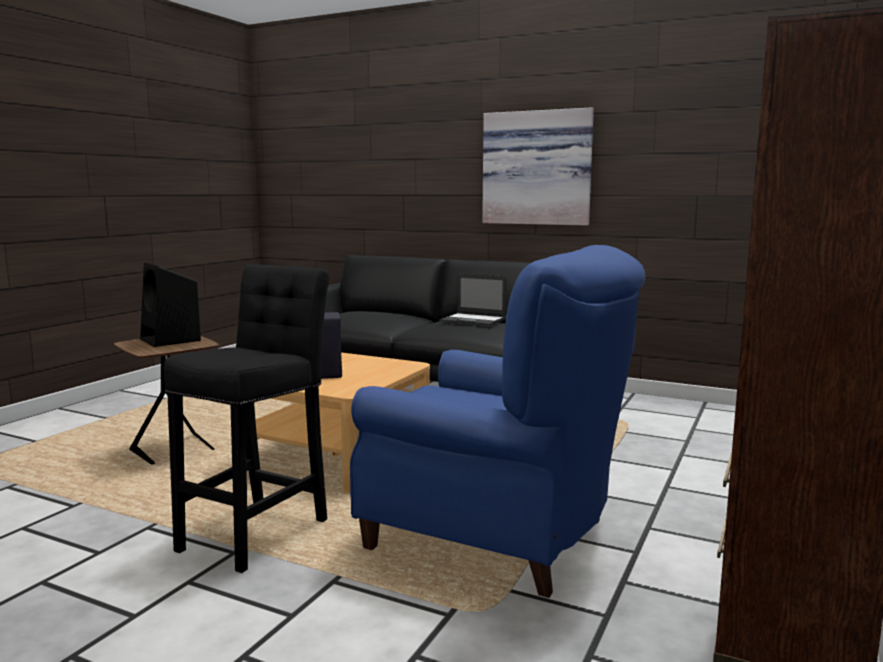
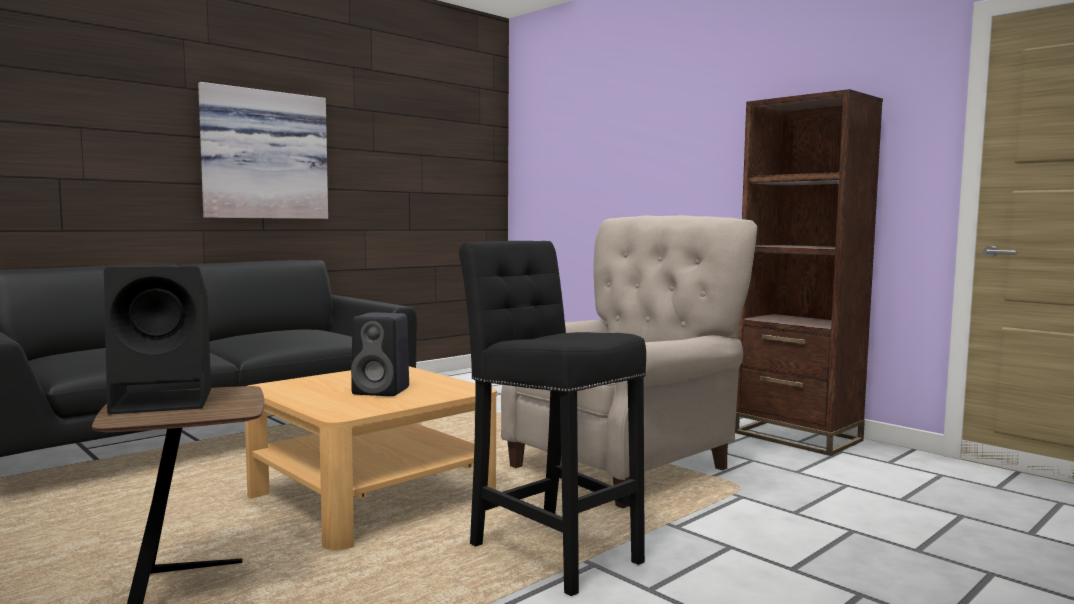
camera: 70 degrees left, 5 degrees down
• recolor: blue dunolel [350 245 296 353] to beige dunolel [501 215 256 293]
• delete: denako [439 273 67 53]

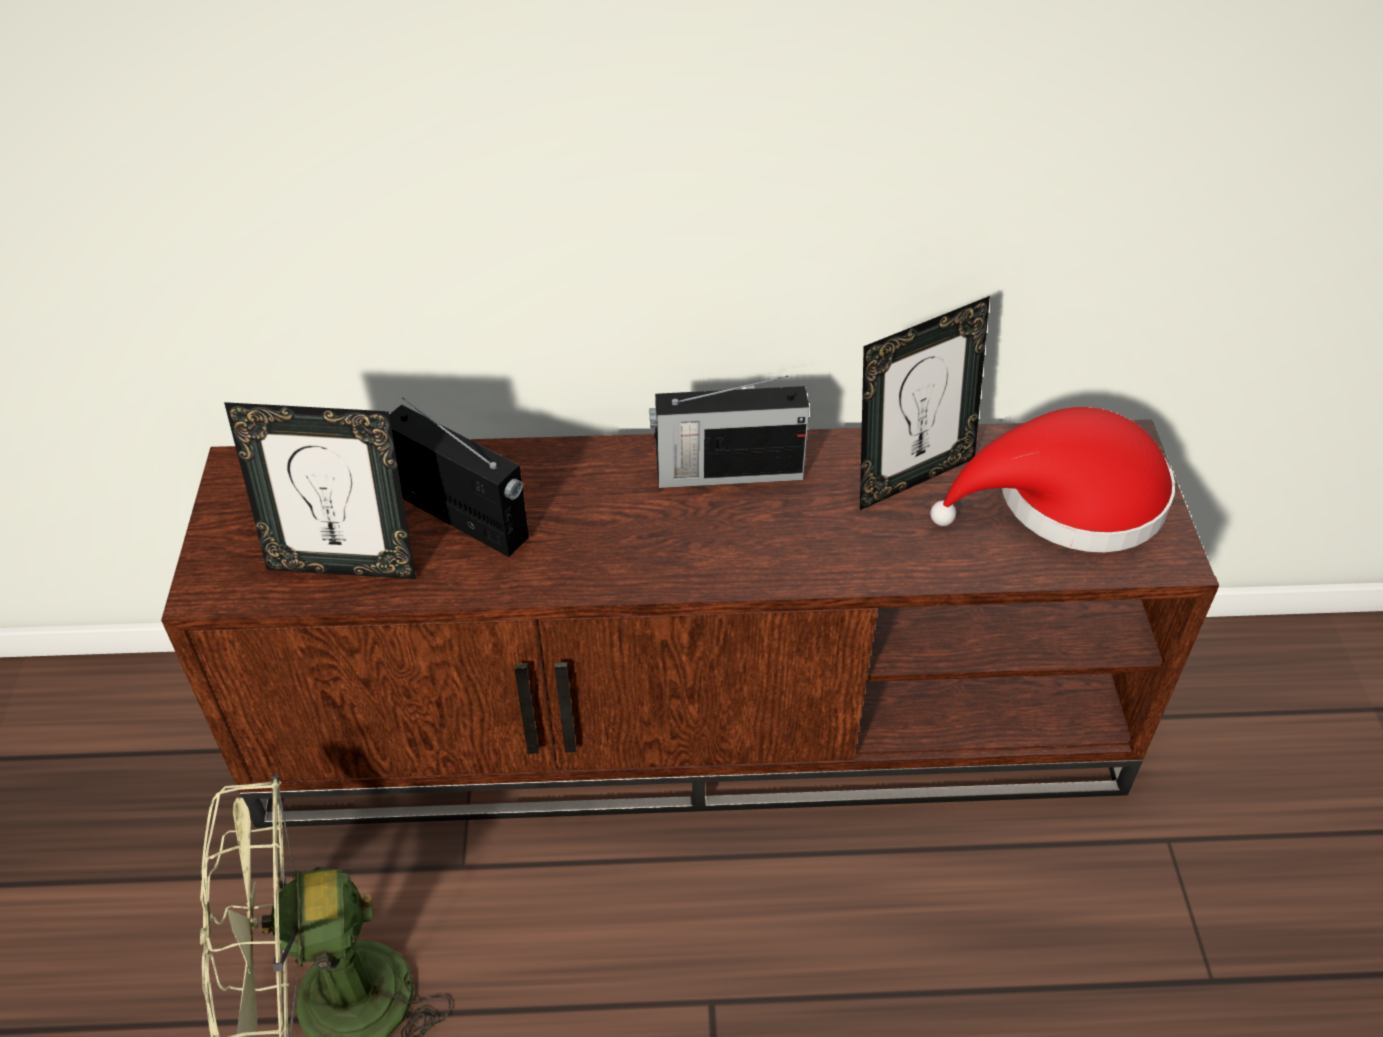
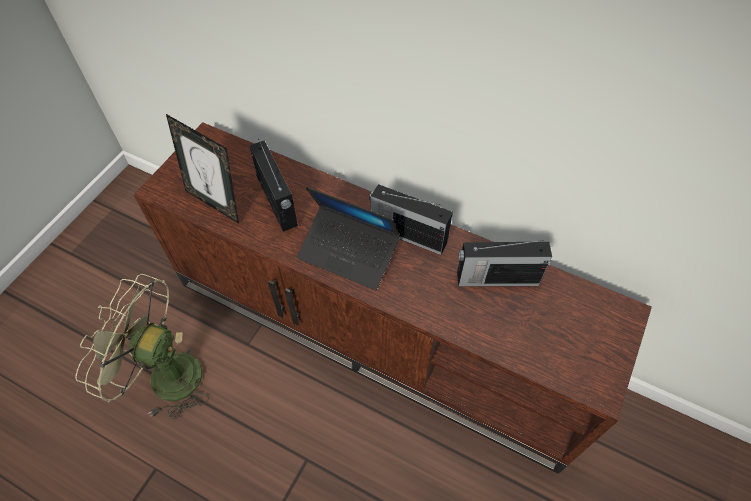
camera: 30 degrees right, 10 degrees up
• replace: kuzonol [860 296 130 214] to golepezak [457 240 95 47]
• delete: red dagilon [930 407 245 145]
• insert: denako [297 187 103 103]

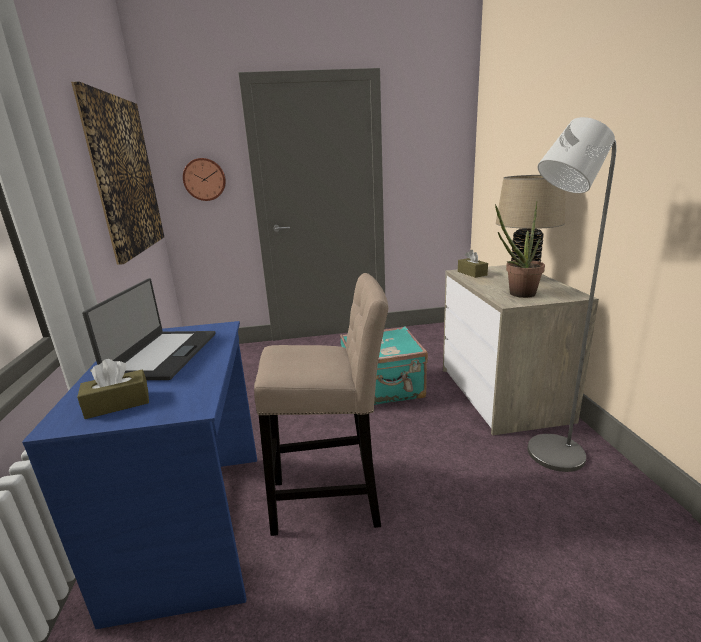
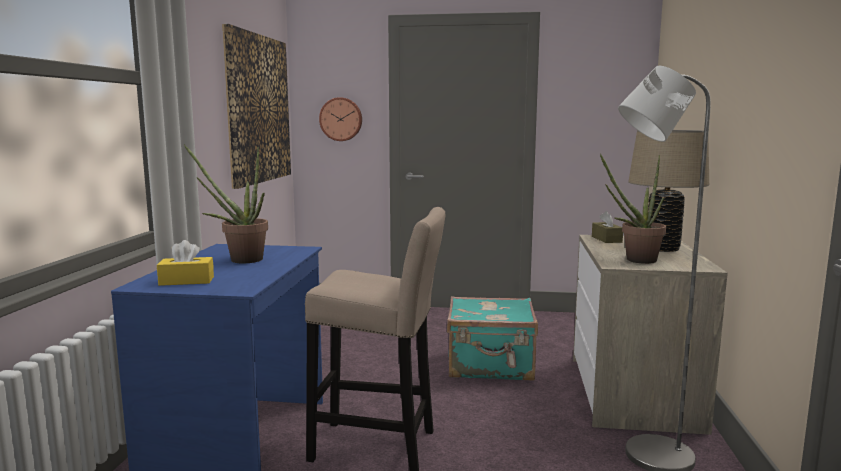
camera: 15 degrees right, 10 degrees down
• recolor: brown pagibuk [77 359 72 60] to yellow pagibuk [157 240 57 46]
• replace: denako [82 278 134 102] to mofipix [184 144 84 119]

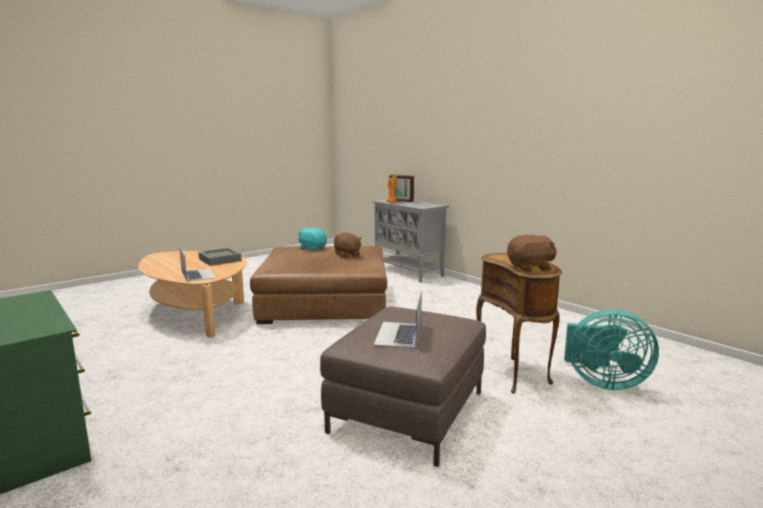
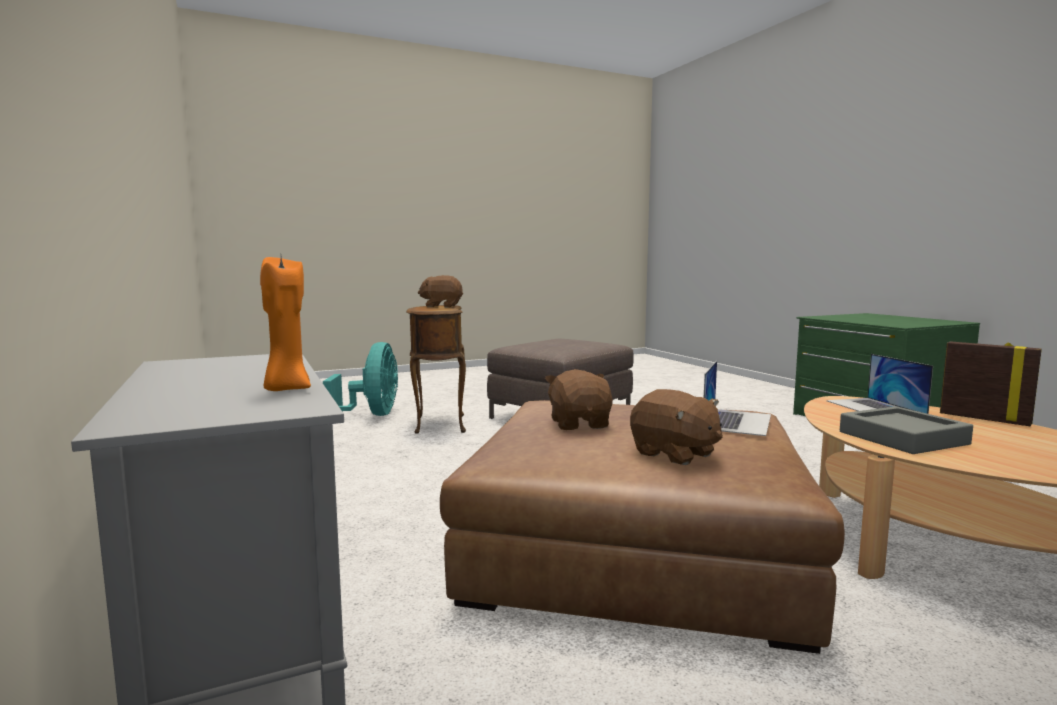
camera: 165 degrees left, 5 degrees down
• recolor: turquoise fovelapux [298 228 29 23] to brown fovelapux [630 389 93 76]
• move: denako [374 290 48 58] to [704 361 67 75]
• move: kuzonol [389 175 25 27] to [940 341 102 85]
• rotate: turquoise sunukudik [564 310 95 80] = [323 342 75 74] 60 degrees clockwise

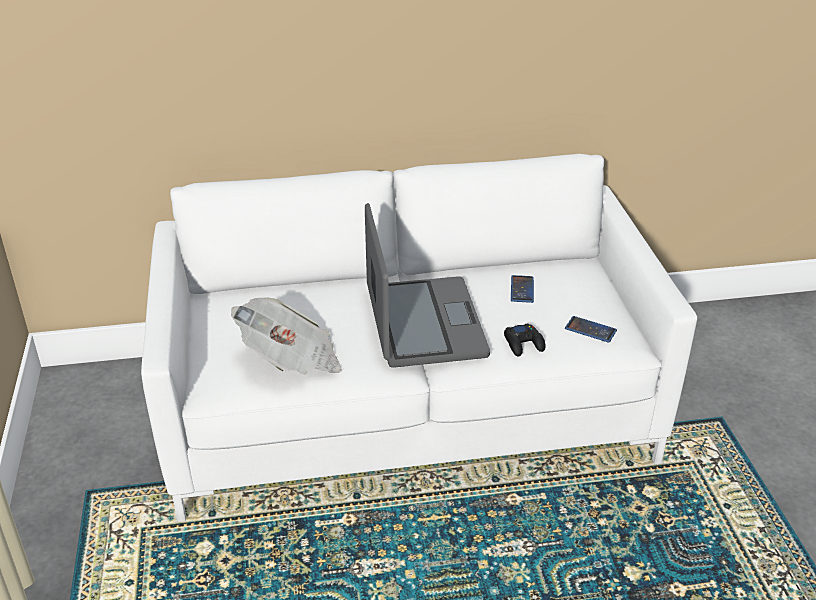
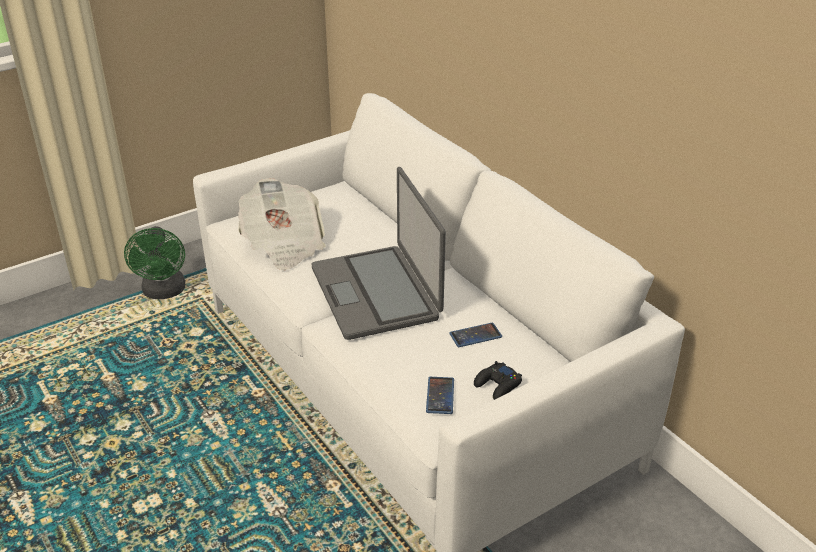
camera: 65 degrees right, 0 degrees up
• rotate: denako [365 203 125 165] = [312 167 134 173] 105 degrees clockwise
• move: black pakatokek [504 323 42 33] to [474 361 48 39]
• insert: green sunukudik [124 226 61 73]

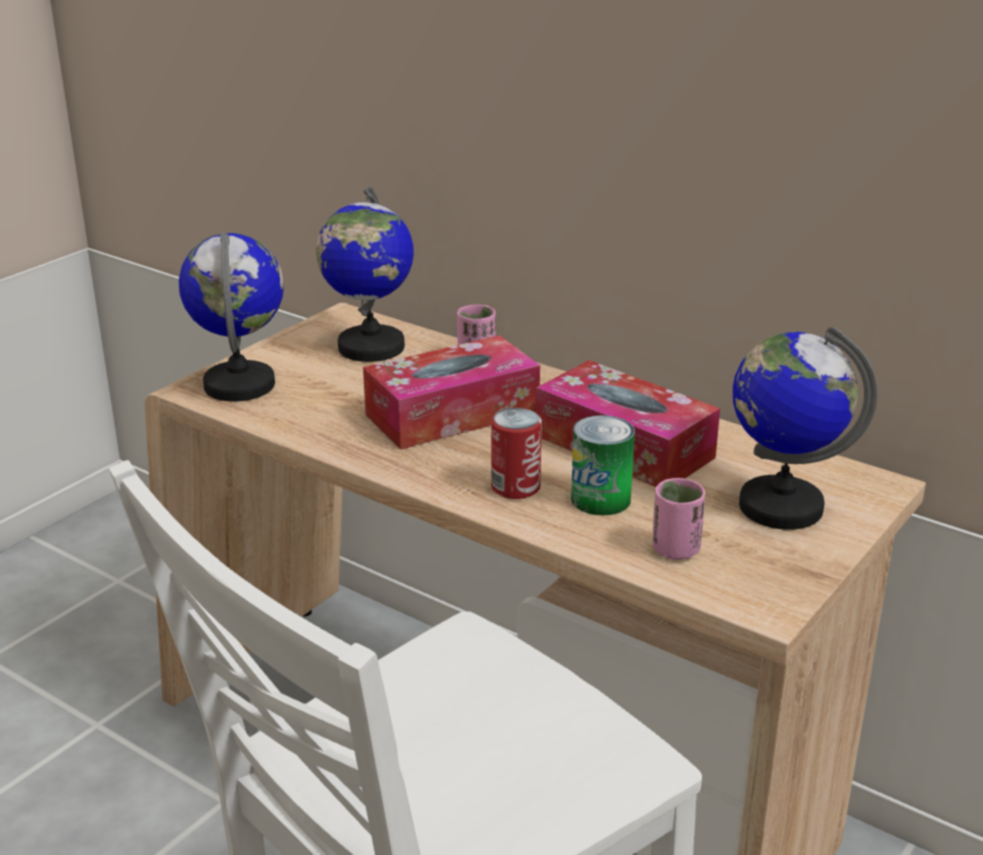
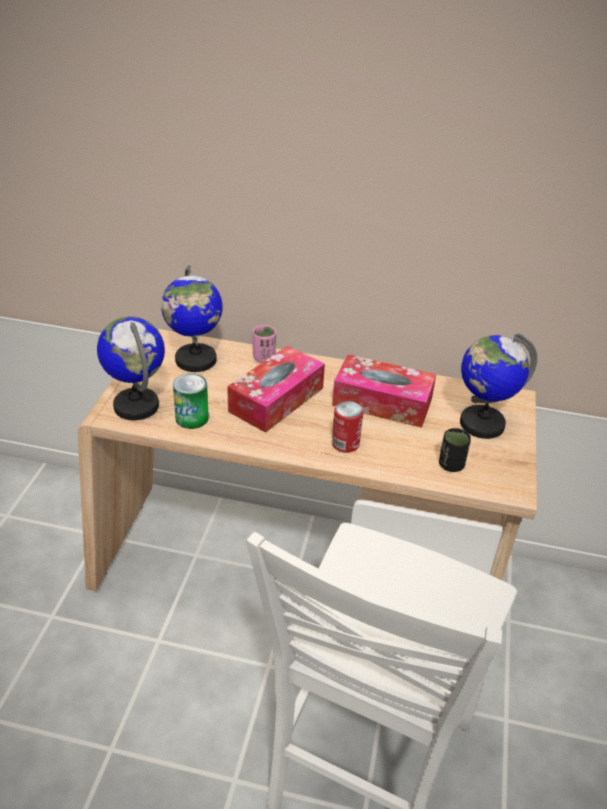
camera: 25 degrees left, 10 degrees up
• move: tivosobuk [571 415 64 100] to [173 373 36 56]
• recolor: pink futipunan [653 478 53 82] to black futipunan [439 428 32 44]

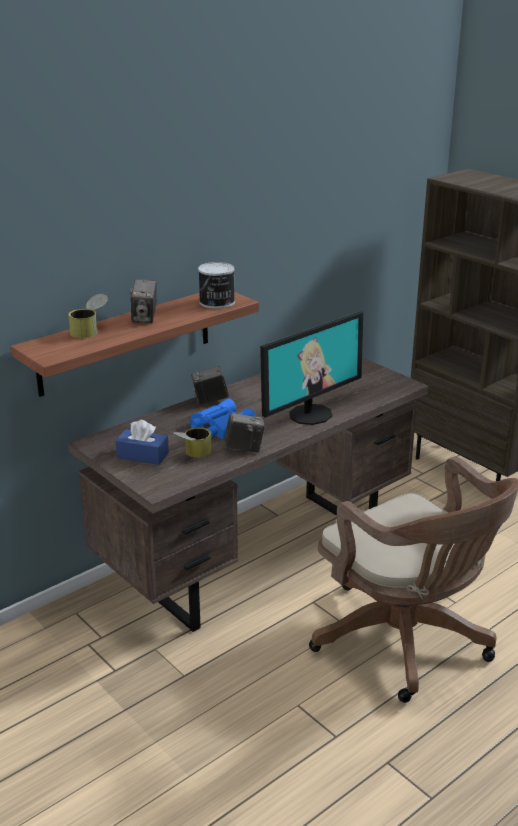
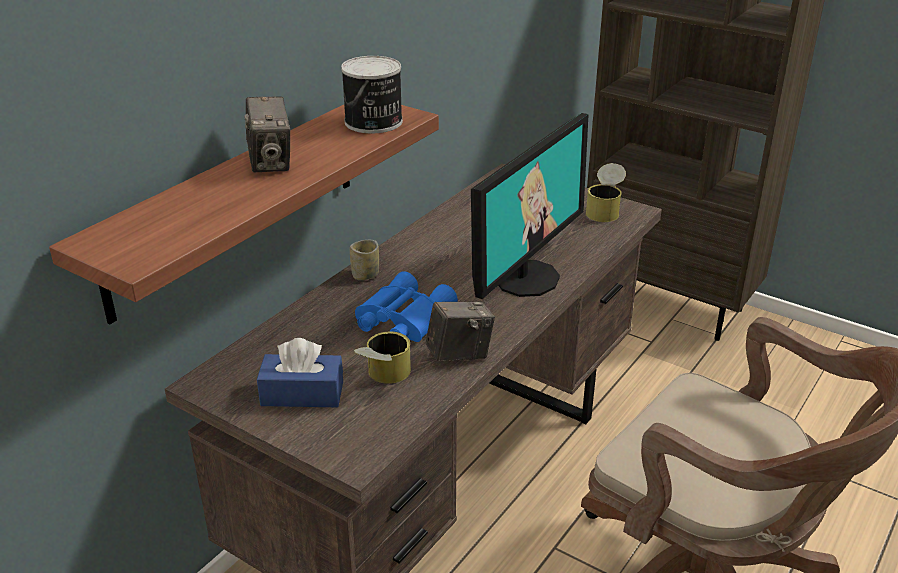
camera: 15 degrees left, 5 degrees up
• move: tivosobuk [68 294 40 44] to [586 163 40 59]
• replace: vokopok [191 366 38 39] to futipunan [350 240 29 40]

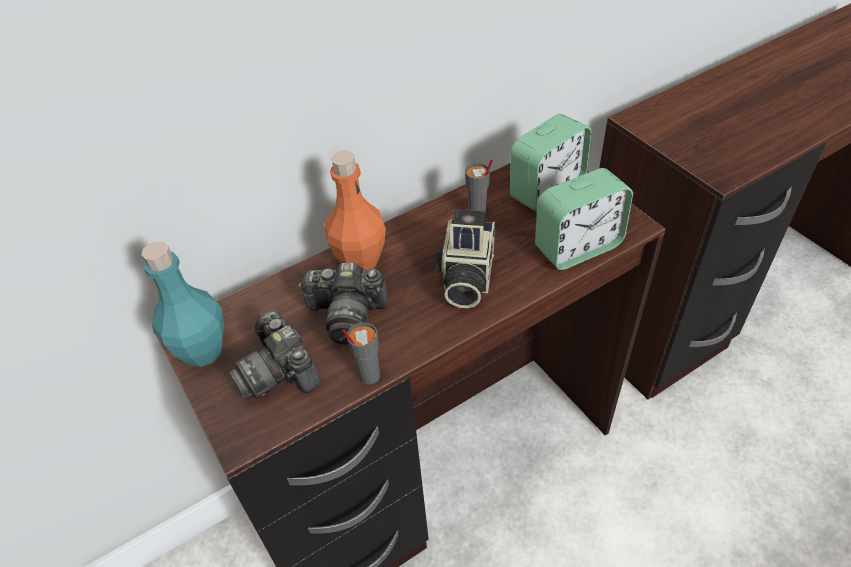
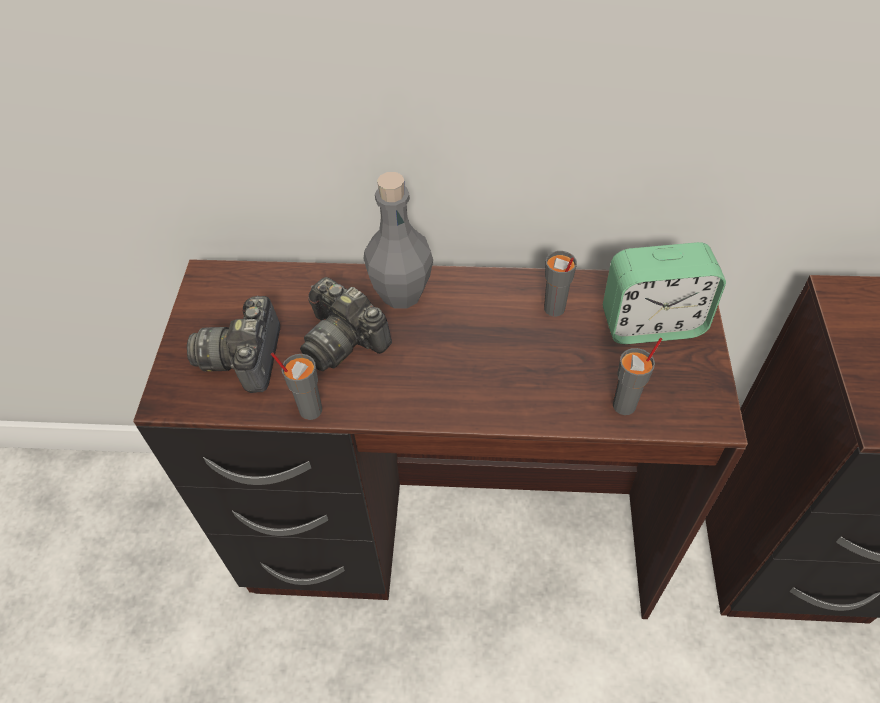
camera: 35 degrees right, 5 degrees up
• delete: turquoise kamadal [142 241 82 126]
• recolor: orange kamadal [324 151 62 119] to grey kamadal [364 172 69 137]
• delete: vokopok [436 210 59 98]
• replace: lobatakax [535 168 98 102] to grey futipunan [613 338 49 77]

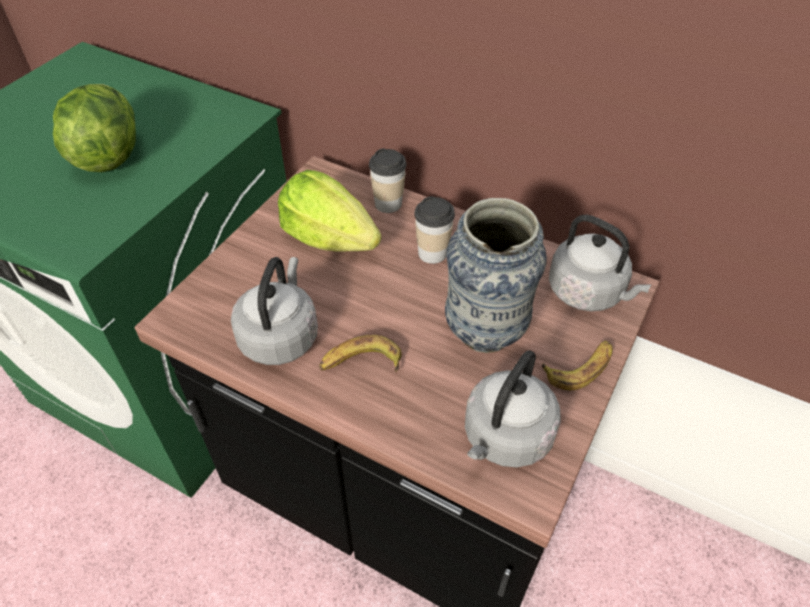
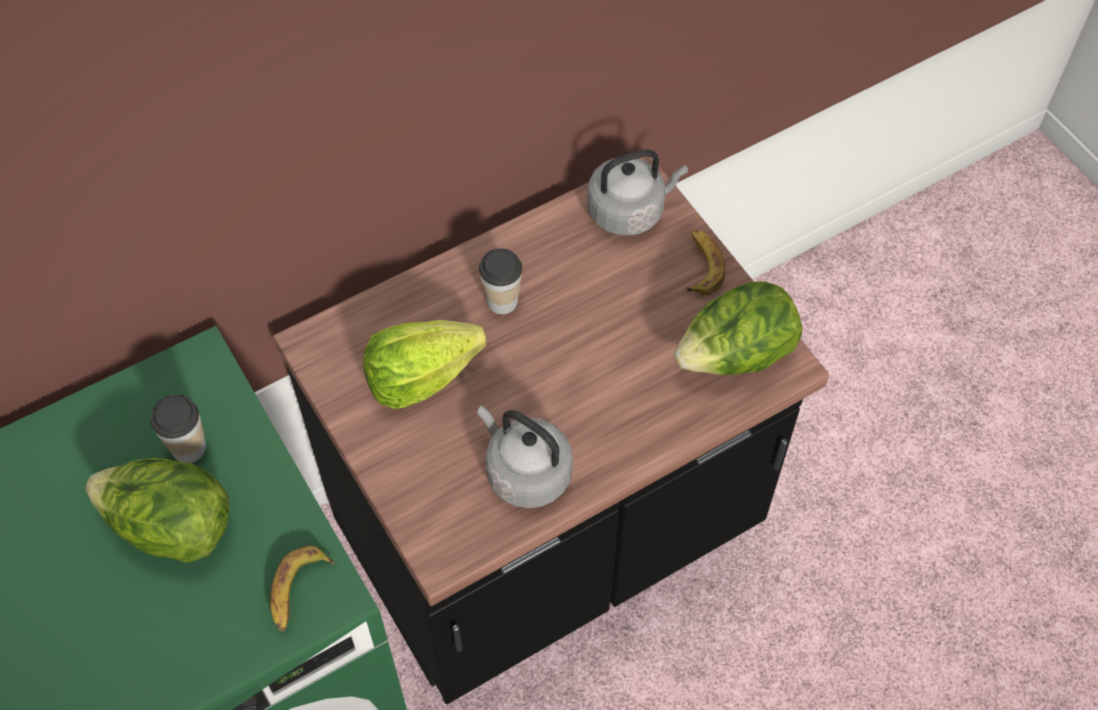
camera: 60 degrees left, 10 degrees up
• move: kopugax [319 335 83 37] to [270 545 64 87]
• move: futipunan [369 149 37 64] to [151 394 55 69]
• delete: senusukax [445 198 102 155]
• replace: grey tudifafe [465 350 96 117] to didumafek [674 281 128 94]

